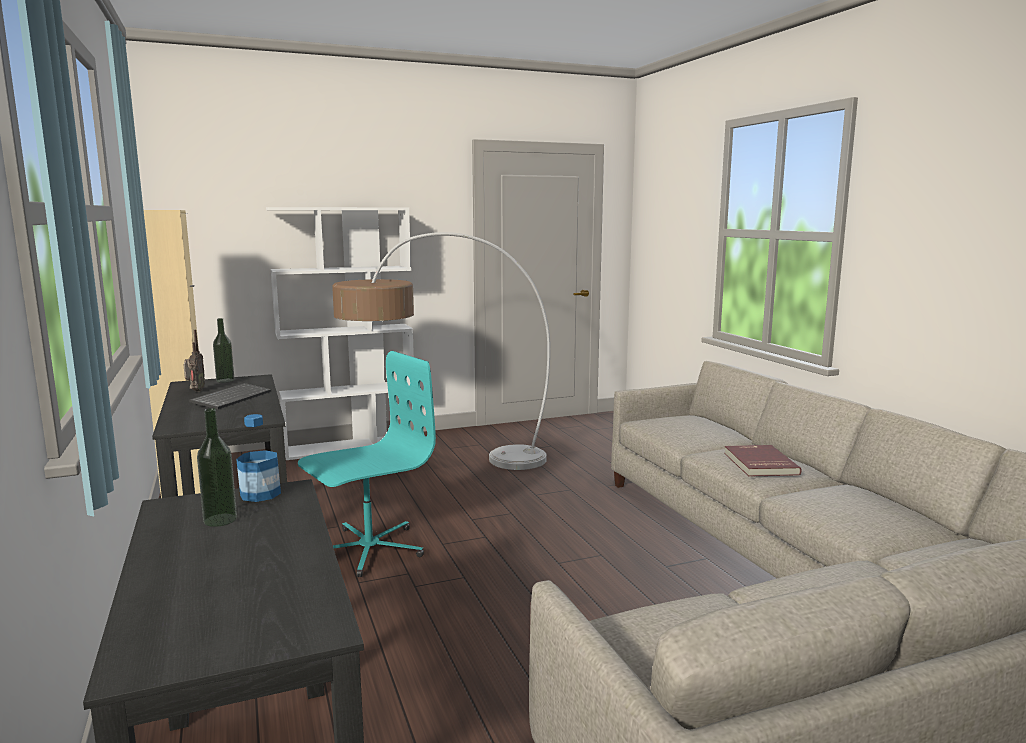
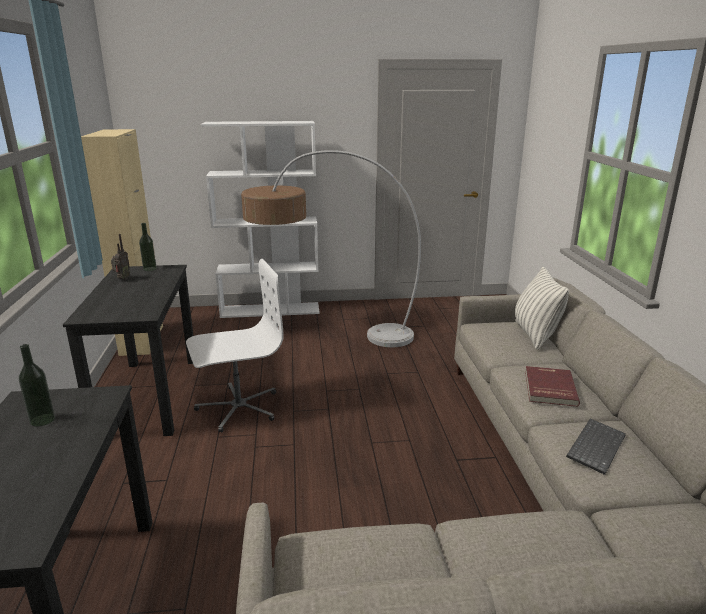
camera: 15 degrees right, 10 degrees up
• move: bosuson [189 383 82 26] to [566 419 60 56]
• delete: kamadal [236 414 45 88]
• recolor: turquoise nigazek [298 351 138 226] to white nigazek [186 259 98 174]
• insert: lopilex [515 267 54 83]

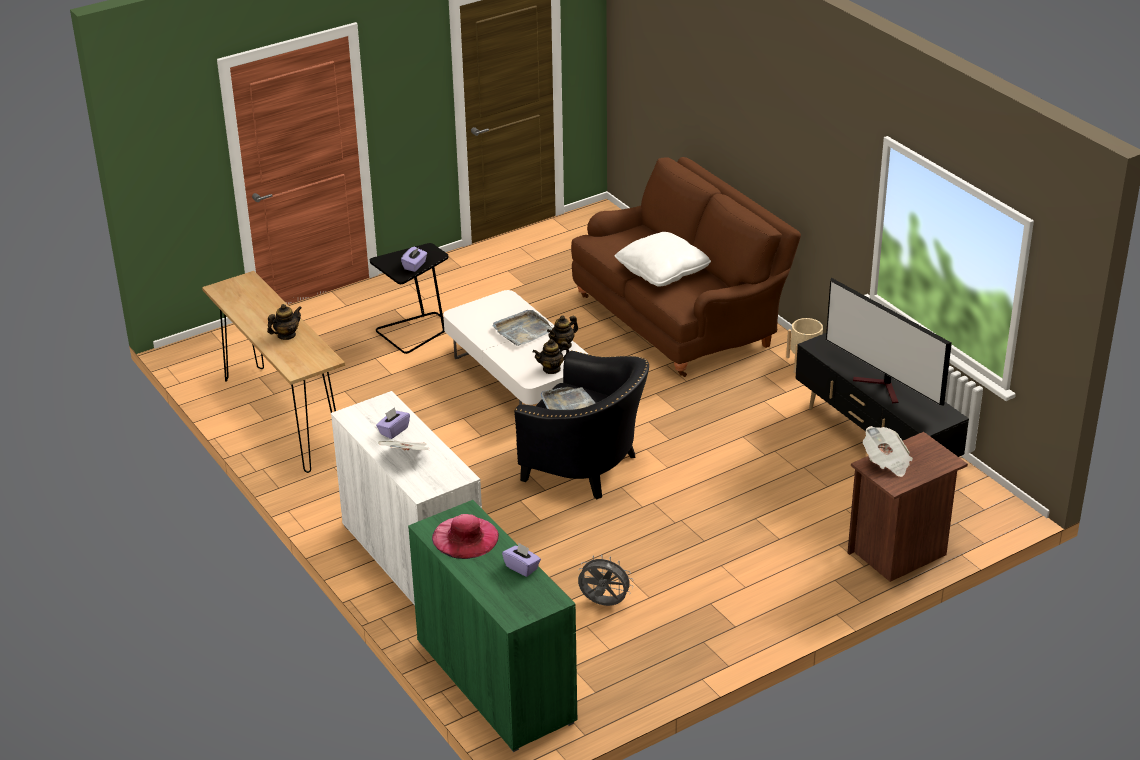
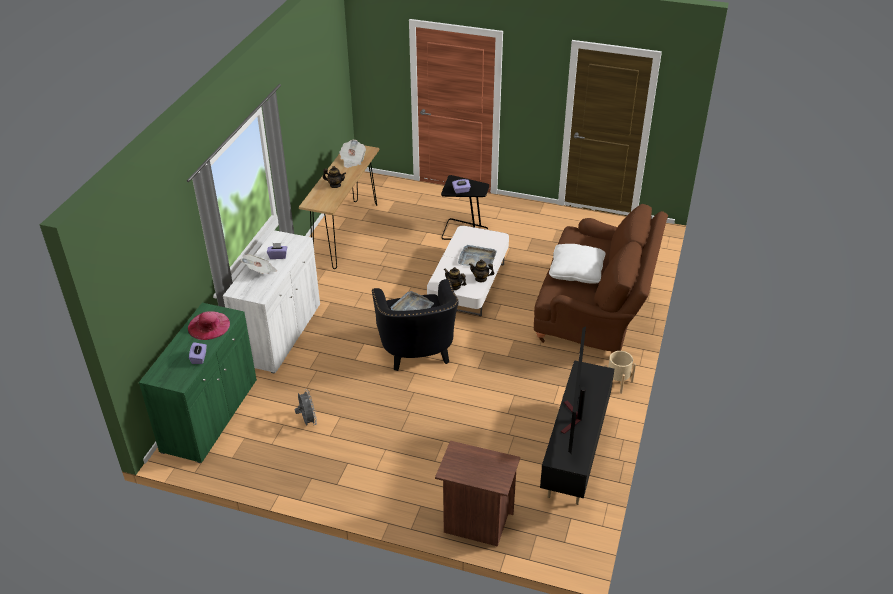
camera: 50 degrees right, 5 degrees up
• move: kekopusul [863 426 50 51] to [339 140 27 28]

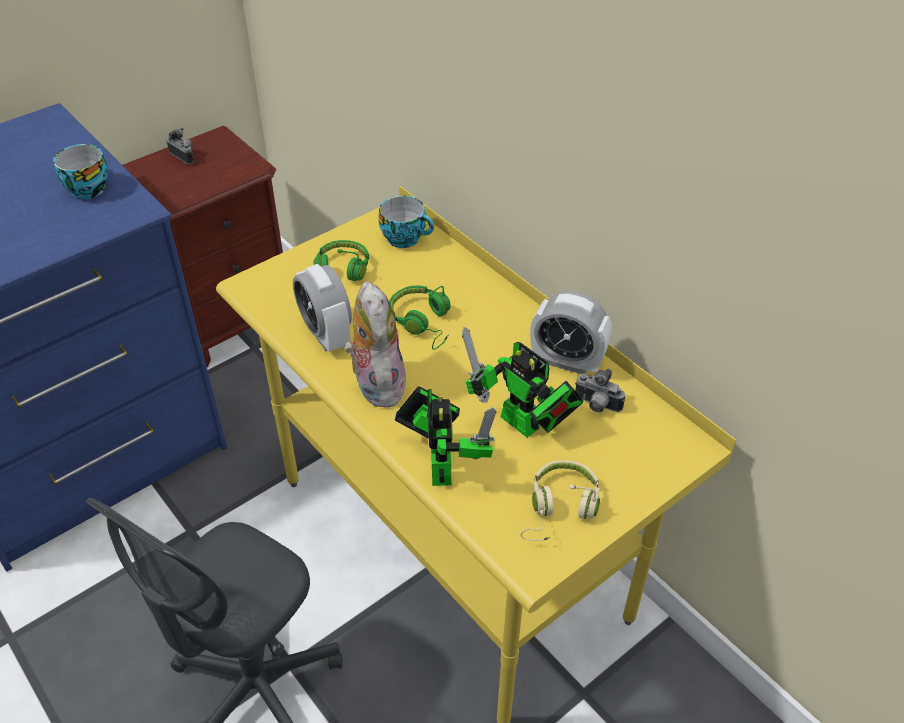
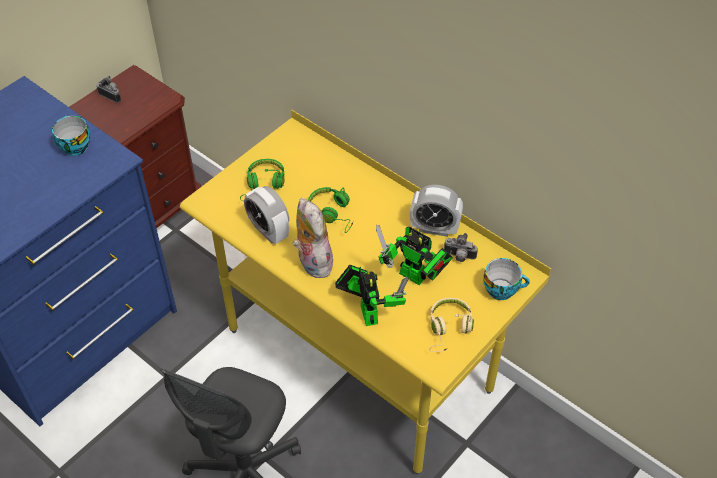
camera: 10 degrees left, 5 degrees up
• move: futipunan [378 195 56 53] to [483 258 47 42]

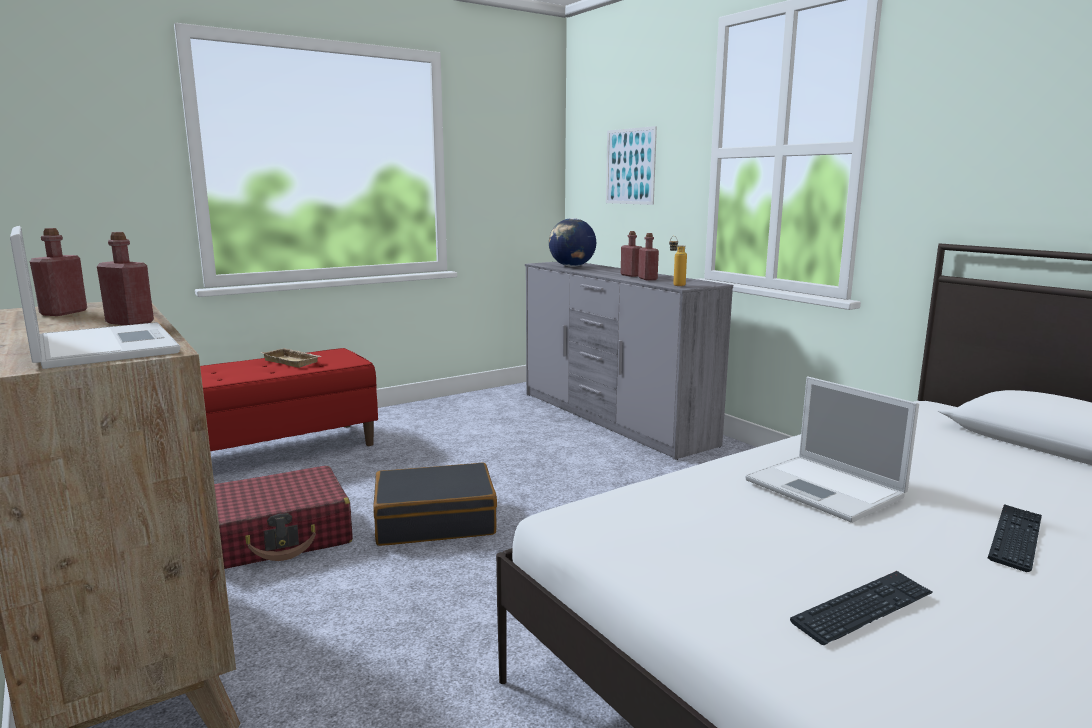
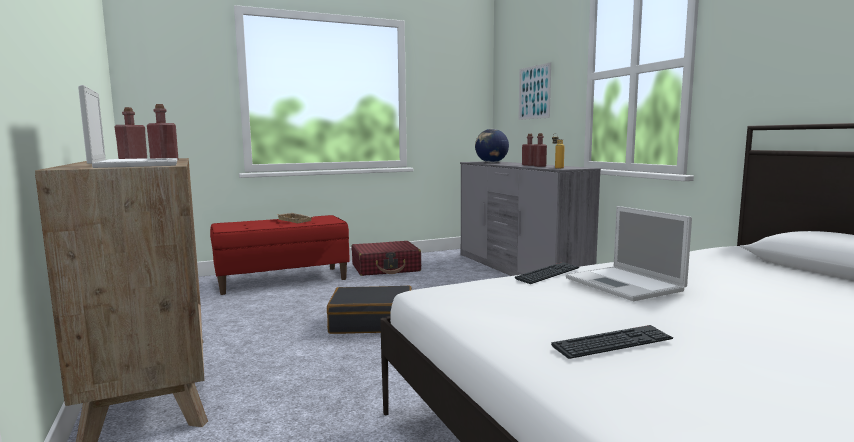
camera: 10 degrees right, 5 degrees down
• move: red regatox [214 466 139 103] to [351 241 70 35]
• move: bosuson [988 504 54 68] to [515 262 64 22]

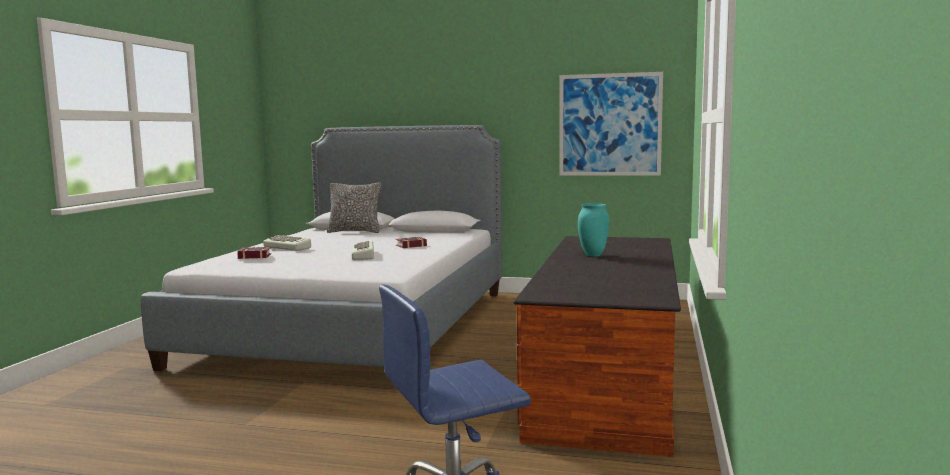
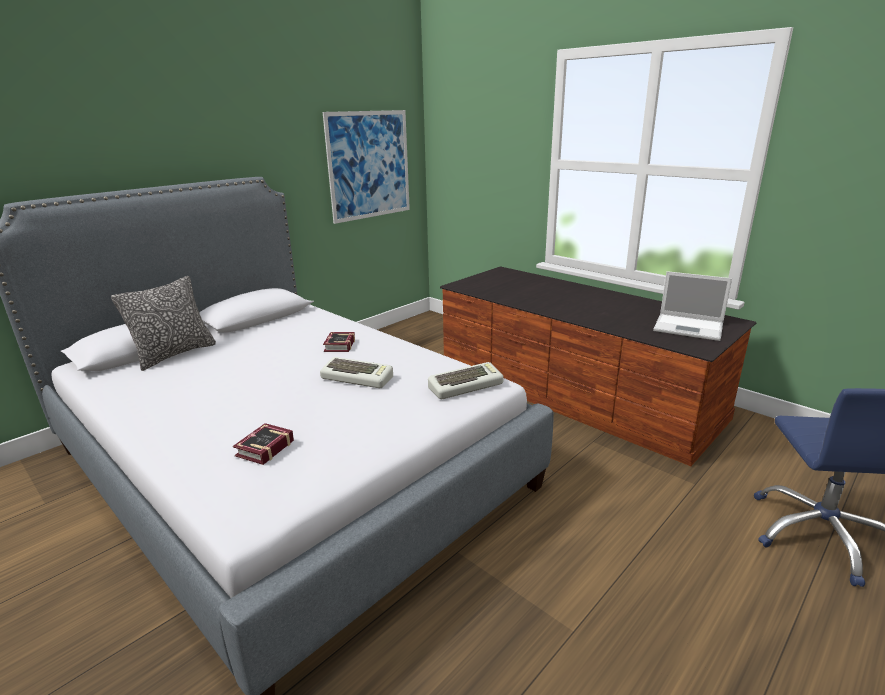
camera: 60 degrees left, 15 degrees up
• move: bosuson [263 235 48 16] to [428 362 76 37]
• delete: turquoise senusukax [578 203 31 54]
• insert: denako [653 271 79 70]

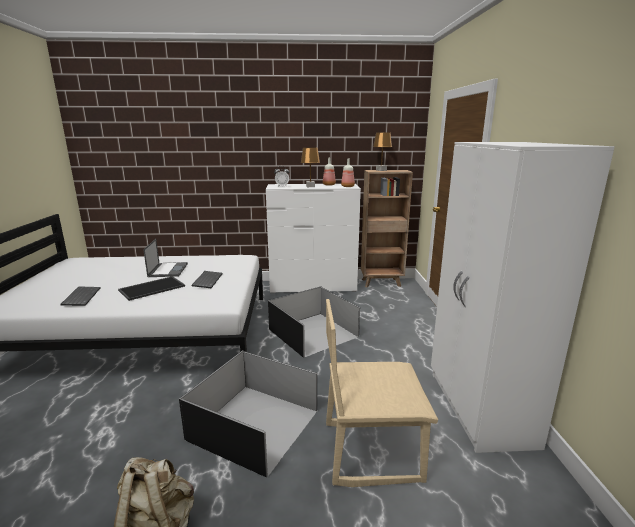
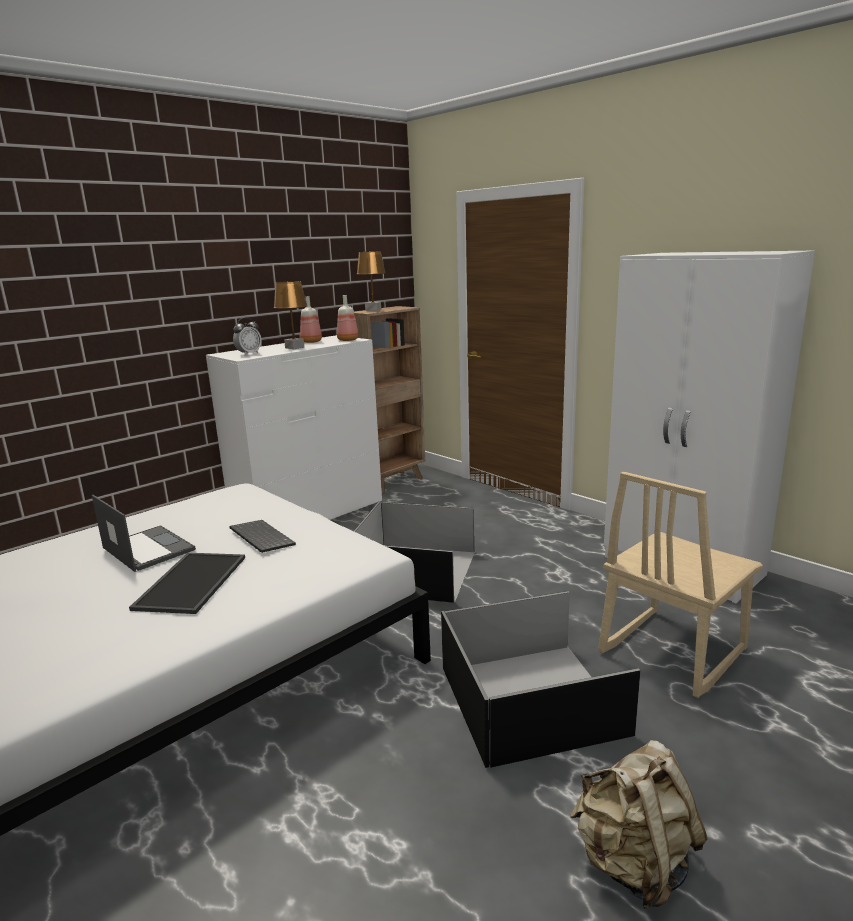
camera: 40 degrees left, 0 degrees up
• delete: bosuson [60 286 40 20]

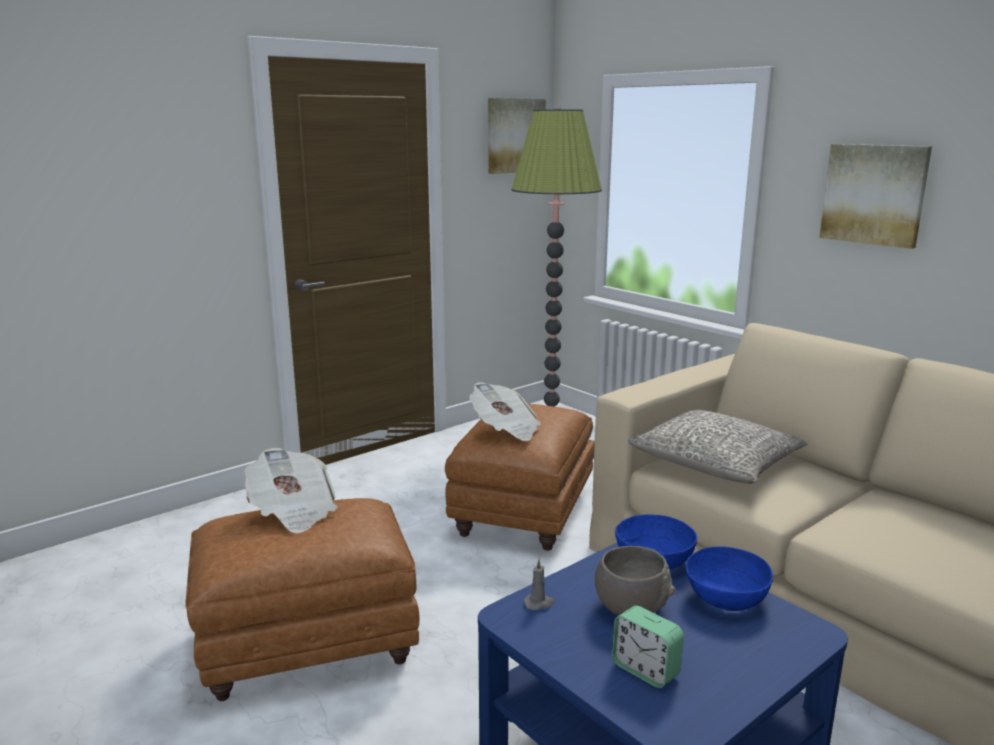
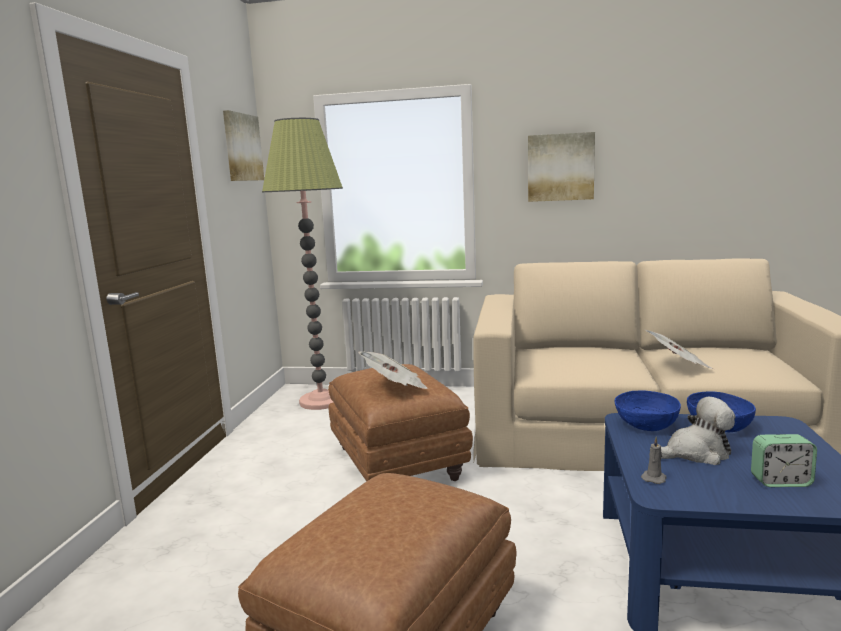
camera: 40 degrees left, 5 degrees down
• move: kekopusul [244 448 94 85] to [645 330 68 39]
• replace: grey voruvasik [595 546 80 70] to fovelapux [650 397 85 68]
• delete: grey lopilex [628 409 179 75]

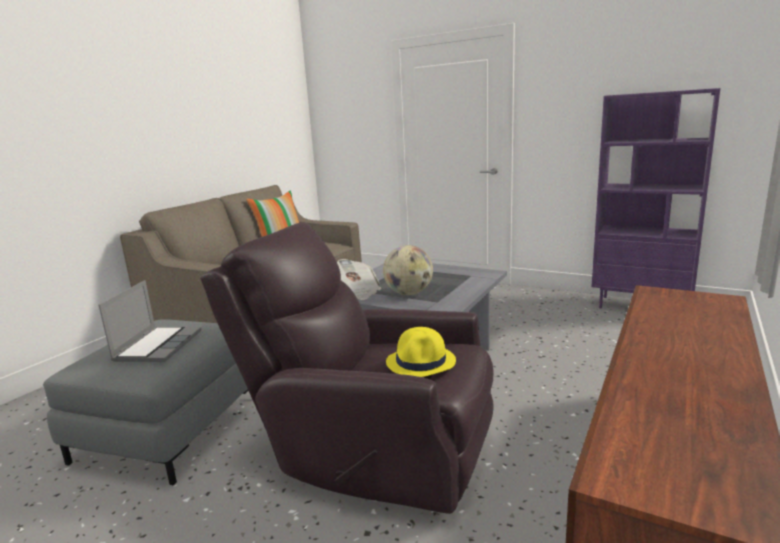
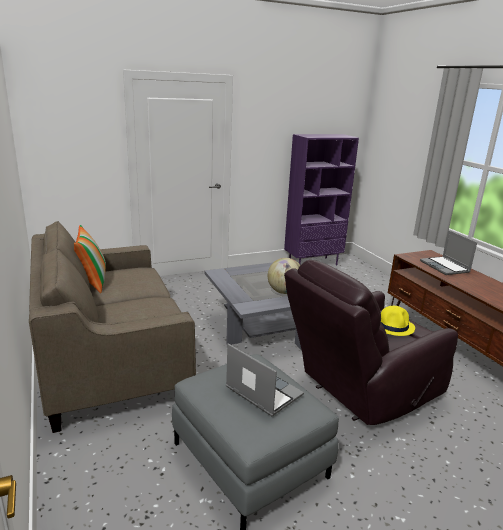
camera: 55 degrees left, 5 degrees up
• delete: kekopusul [337 259 44 41]
• insert: denako [420 230 57 45]

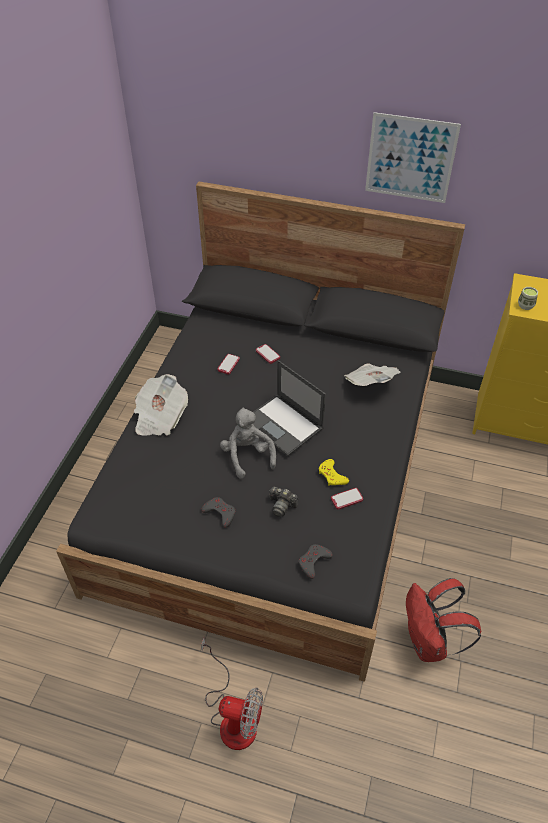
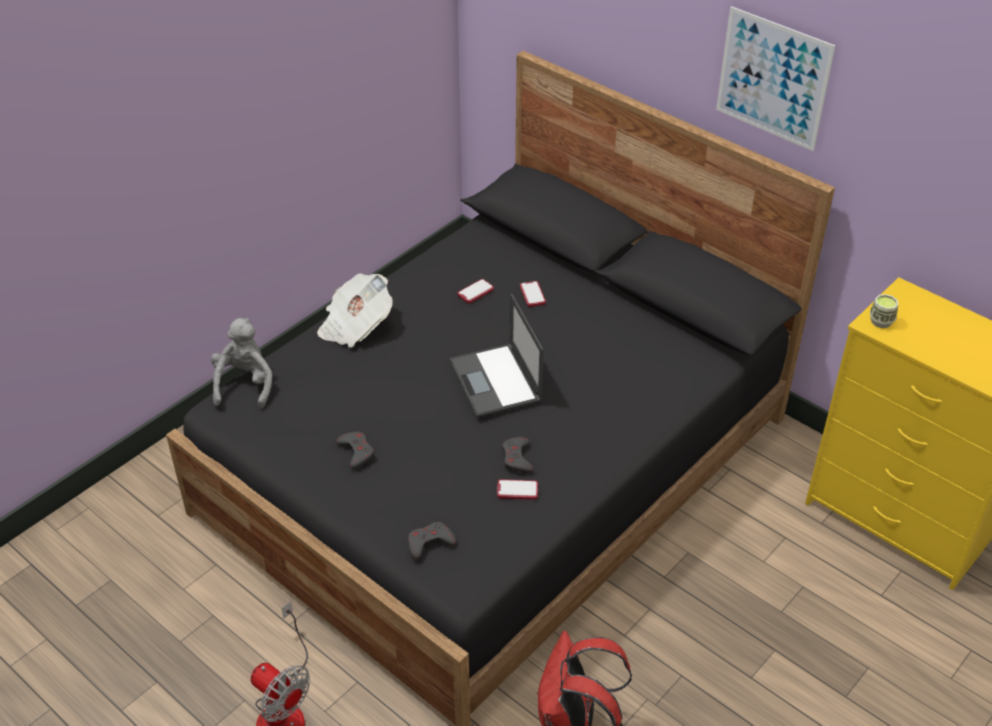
camera: 25 degrees right, 5 degrees down
• move: grey fovelapux [220 407 56 72] to [211 318 62 91]
• delete: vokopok [269 487 29 30]
• recolor: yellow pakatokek [319 459 30 27] to grey pakatokek [502 437 32 36]
• delete: kekopusul [344 363 56 23]

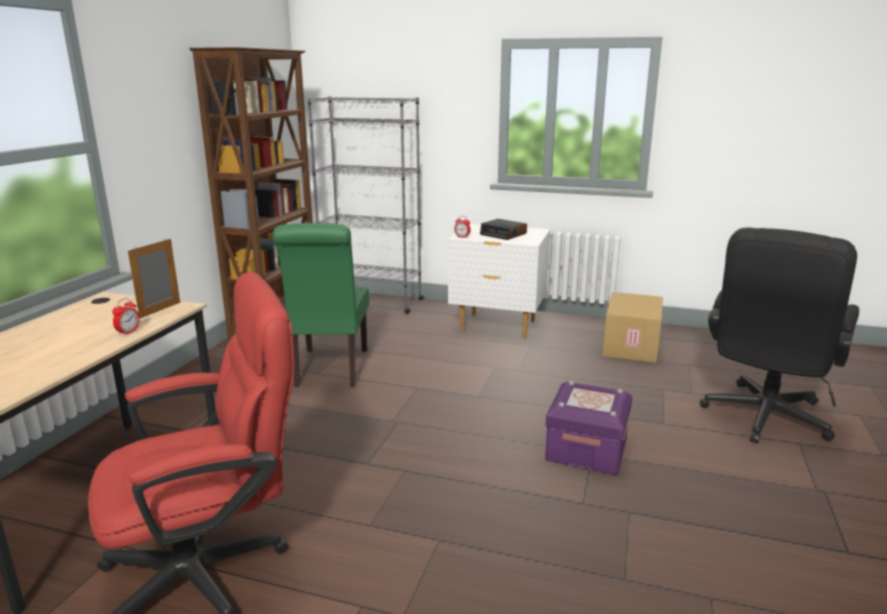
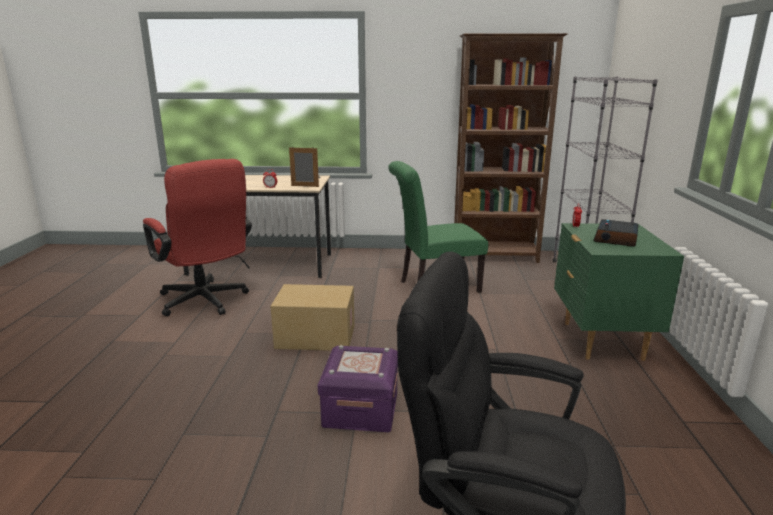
camera: 75 degrees right, 0 degrees up
• recolor: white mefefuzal [448 224 102 115] to green mefefuzal [554 223 130 138]
• move: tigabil [602 292 61 71] to [271 284 84 67]

